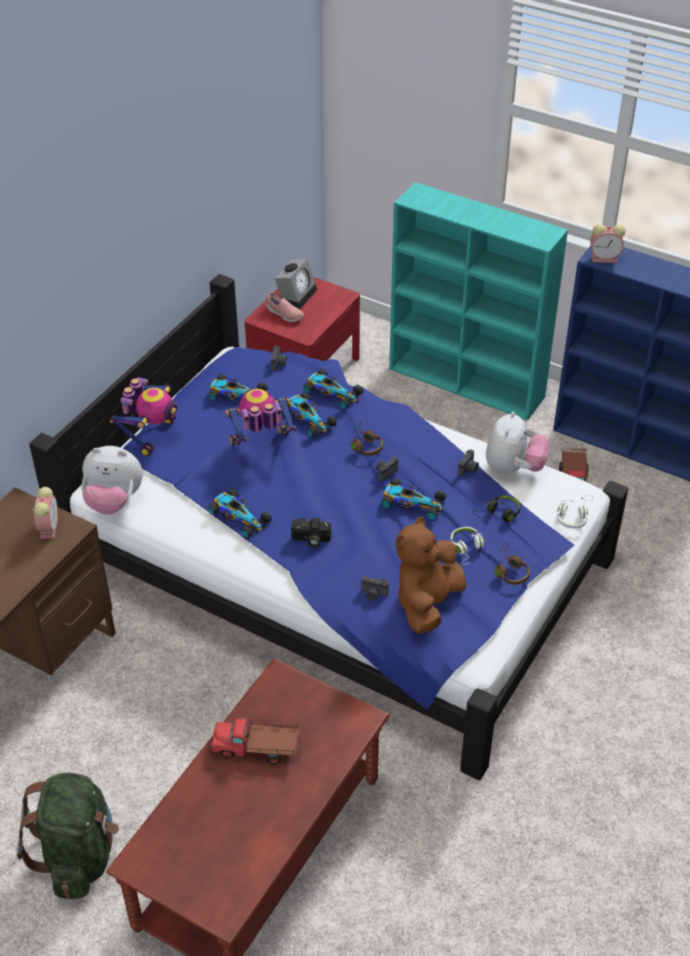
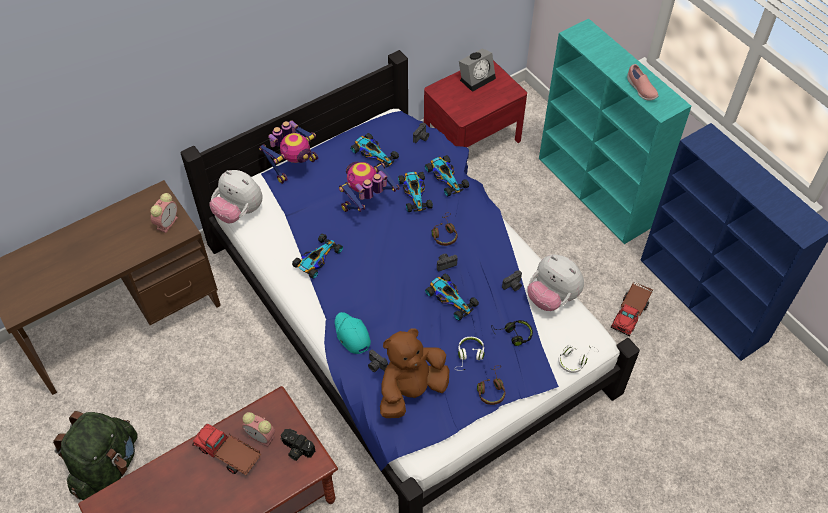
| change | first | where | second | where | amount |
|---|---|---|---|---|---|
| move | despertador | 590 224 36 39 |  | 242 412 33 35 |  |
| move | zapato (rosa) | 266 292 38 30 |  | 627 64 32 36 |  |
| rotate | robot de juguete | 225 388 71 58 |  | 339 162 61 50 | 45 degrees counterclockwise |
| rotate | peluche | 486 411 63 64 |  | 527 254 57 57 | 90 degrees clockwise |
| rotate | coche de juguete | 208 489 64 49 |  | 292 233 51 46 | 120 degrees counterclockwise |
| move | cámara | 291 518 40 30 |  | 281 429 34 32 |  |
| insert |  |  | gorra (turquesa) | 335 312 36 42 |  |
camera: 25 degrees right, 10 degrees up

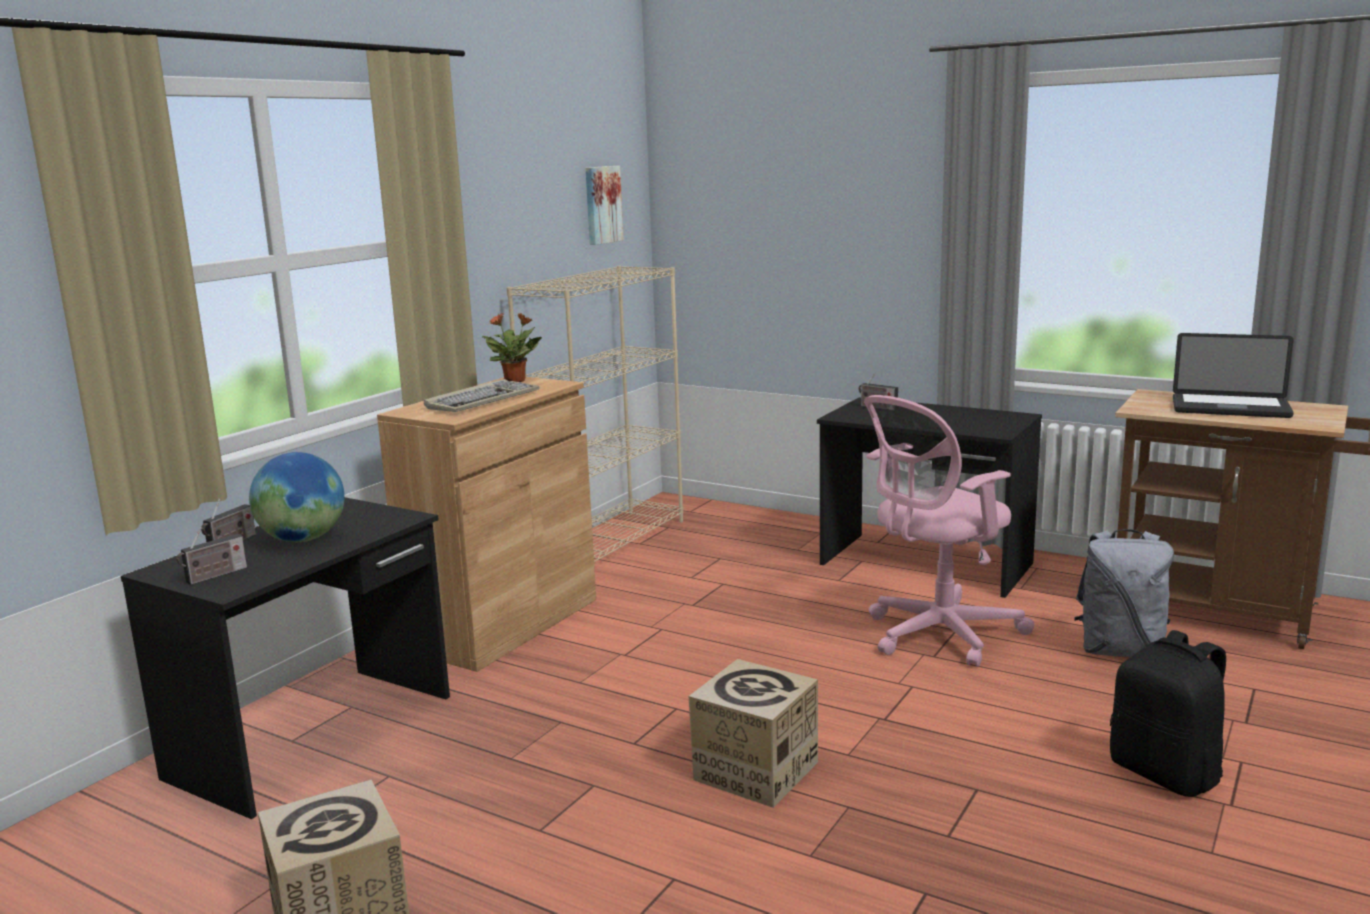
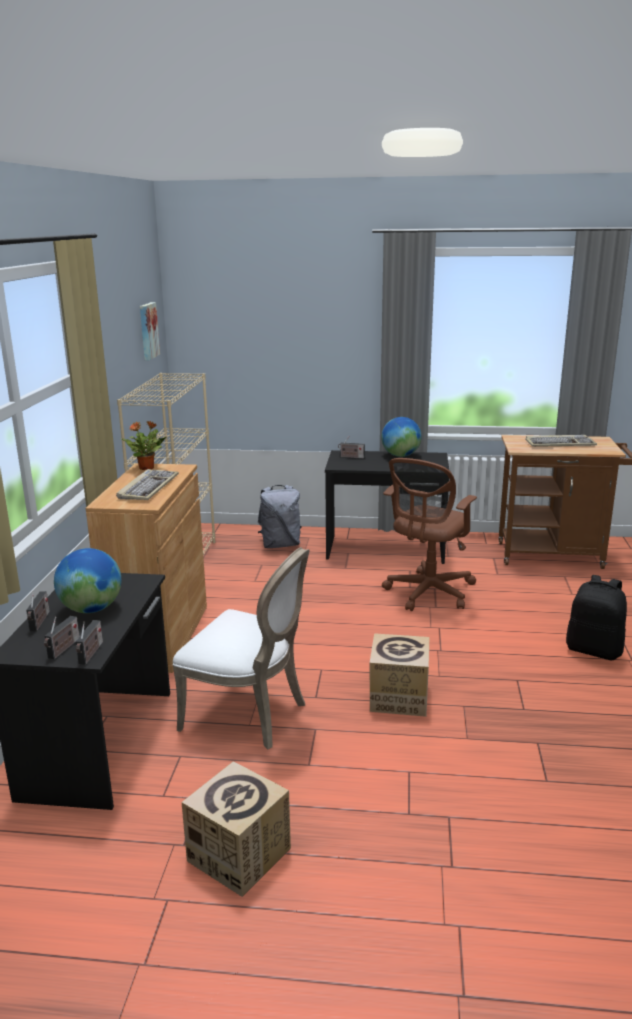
| change | first | where | second | where | amount |
|---|---|---|---|---|---|
| replace | portátil | 1173 333 121 85 | teclado | 525 435 72 12 |  |
| recolor | silla de oficina (rosa) | 864 395 171 272 | silla de oficina (marrón) | 382 458 95 153 |  |
| move | mochila (gris) | 1074 529 100 128 |  | 258 485 44 63 |  |
| insert |  |  | globo terráqueo | 381 417 40 40 |  |
| insert |  |  | silla (blanco) | 172 547 138 202 |  |
| insert |  |  | radio | 76 620 27 45 |  |
camera: 25 degrees left, 5 degrees up

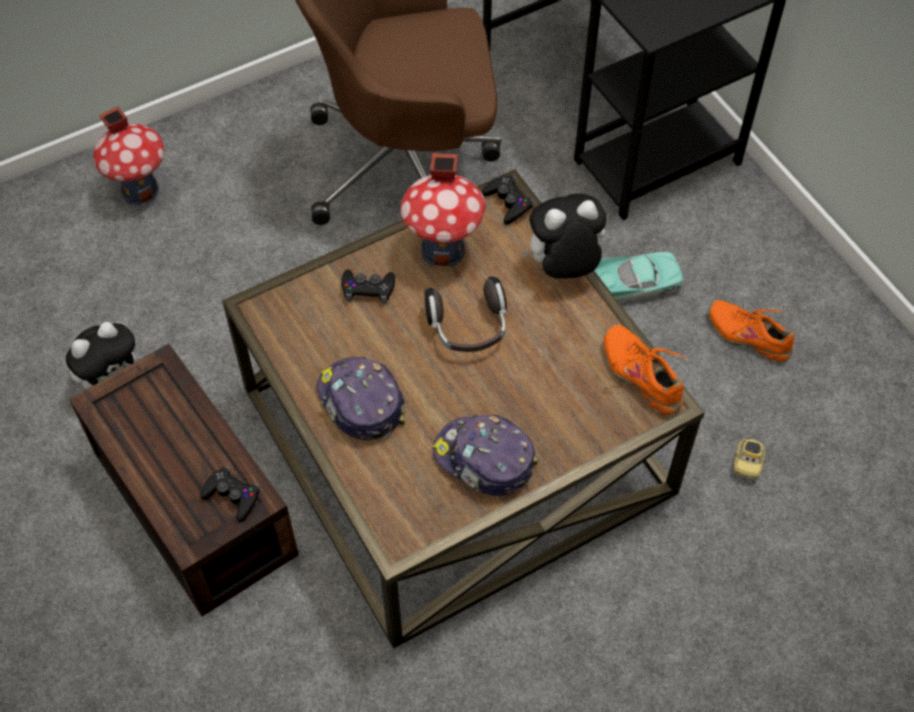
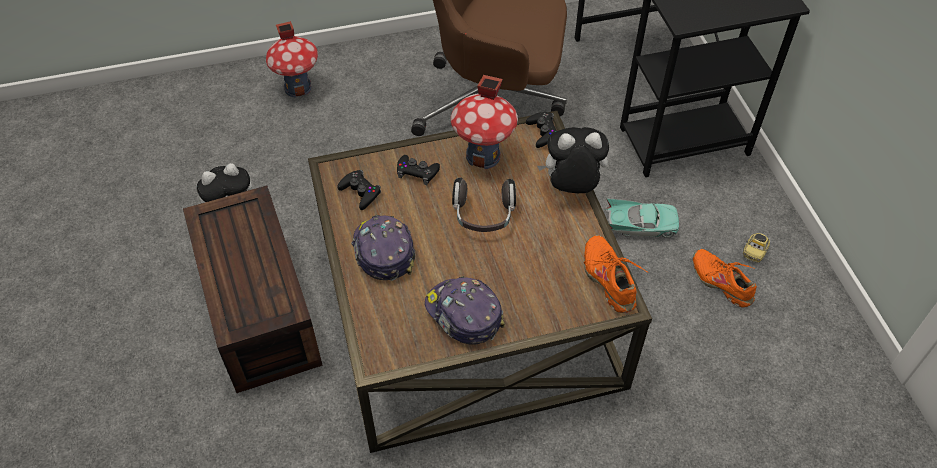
| change | first | where | second | where | amount |
|---|---|---|---|---|---|
| move | coche de juguete | 734 438 32 42 |  | 743 233 27 30 |  |
| move | mando de consola (negro) | 200 466 59 56 |  | 337 170 44 40 |  |
camera: 15 degrees right, 5 degrees down

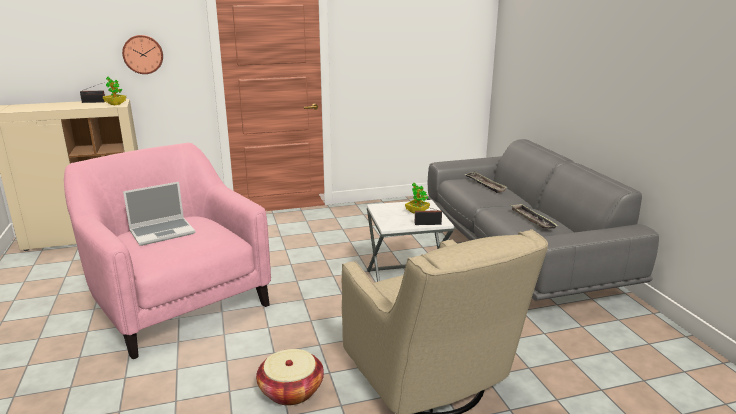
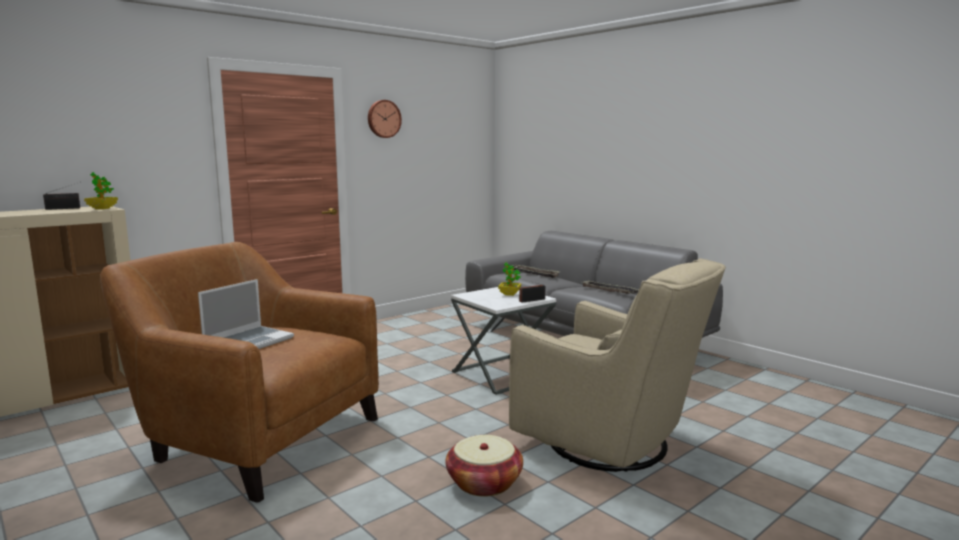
| change | first | where | second | where | amount |
|---|---|---|---|---|---|
| move | reloj de pared | 122 35 41 39 |  | 368 100 34 38 |  |
| recolor | sillón (rosa) | 64 143 207 216 | sillón (marrón) | 100 242 279 260 |  |
camera: 25 degrees left, 10 degrees down

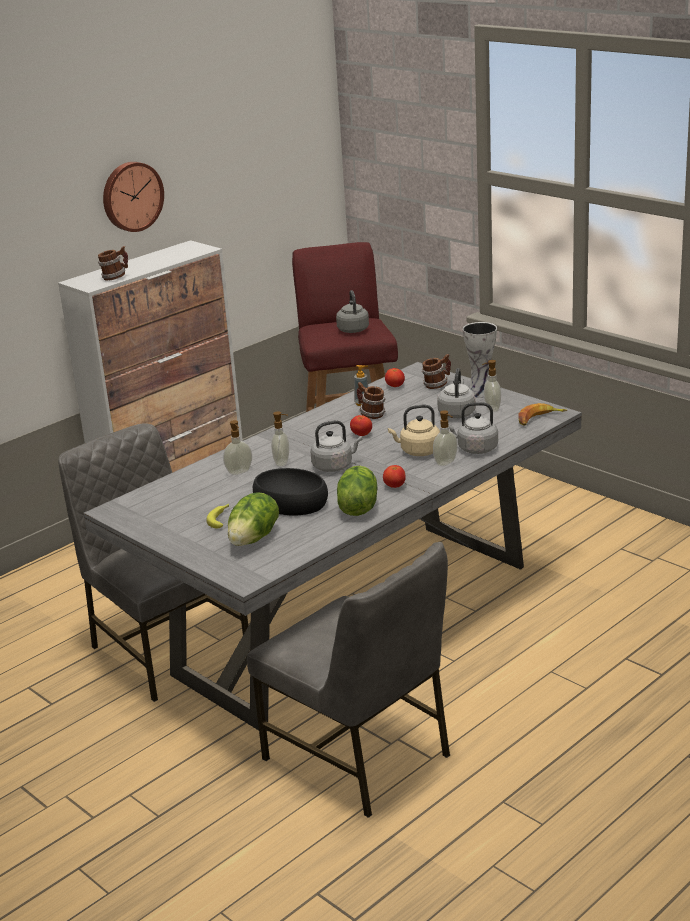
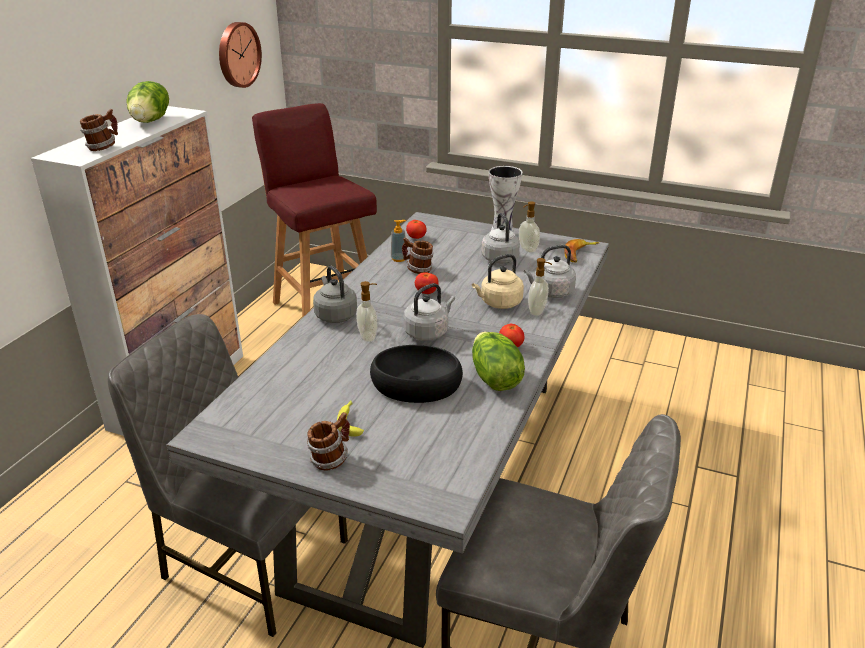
| change | first | where | second | where | amount |
|---|---|---|---|---|---|
| move | reloj de pared | 103 162 61 70 |  | 219 22 43 66 |  |
| move | hervidor (gris) | 336 290 33 43 |  | 313 266 44 57 |  |
| move | taza grande | 422 354 29 35 |  | 307 412 43 59 |  |
| delete | dispensador de jabón | 223 420 29 55 |  |  |  |
| move | lechuga | 228 492 51 54 |  | 126 81 43 42 |  |
camera: 25 degrees left, 5 degrees up

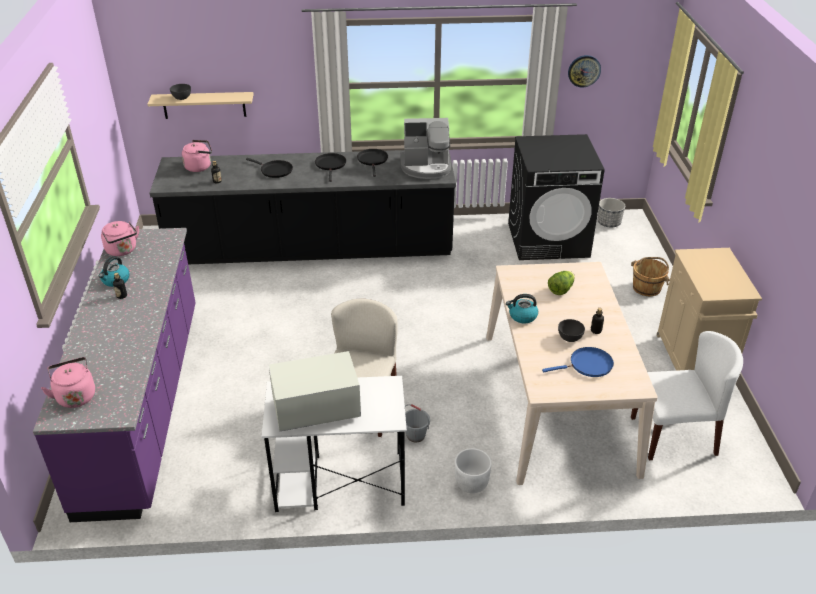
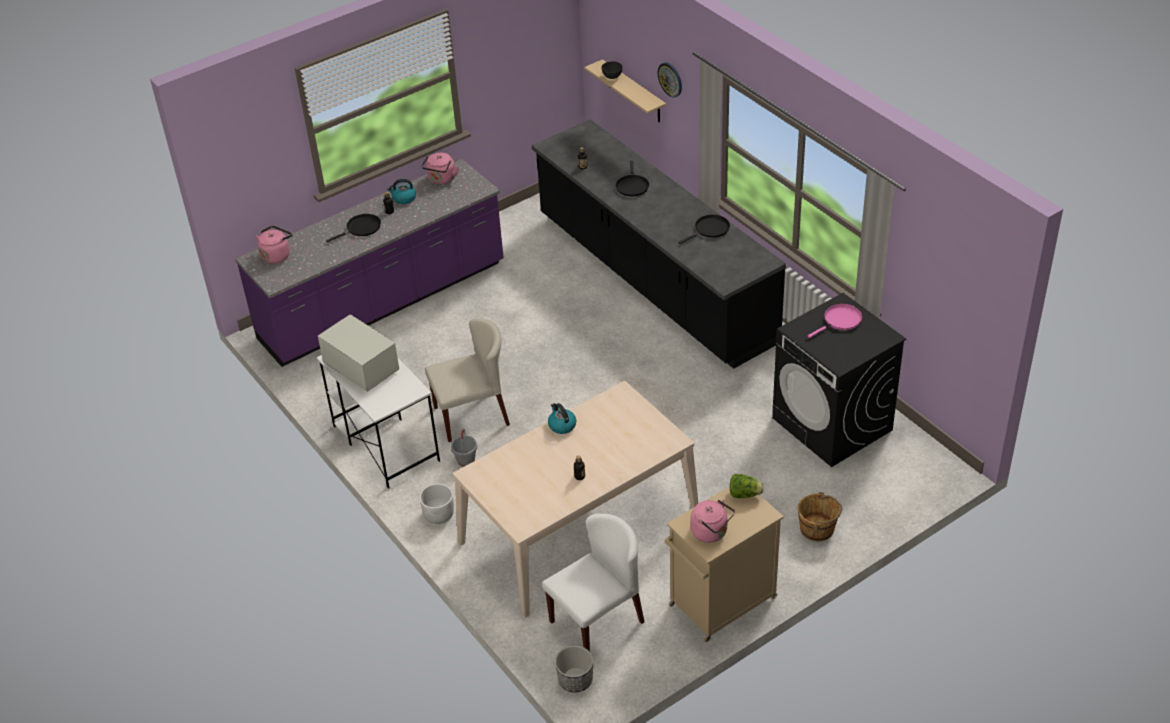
| change | first | where | second | where | amount |
|---|---|---|---|---|---|
| move | reloj de pared | 568 55 33 32 |  | 658 62 24 36 |  |
| delete | cafetera | 400 118 51 61 |  |  |  |
| move | hervidor (rosa) | 182 140 30 32 |  | 691 500 44 43 |  |
| move | sartén (negro) | 315 153 31 29 |  | 326 214 55 29 |  |
| move | maceta | 597 198 28 30 |  | 555 646 38 47 |  |
| move | lechuga | 548 271 27 24 |  | 730 474 34 24 |  |
| delete | cuenco (gris) | 558 319 27 23 |  |  |  |
| rotate | silla (blanco) | 631 331 112 129 |  | 542 513 103 138 | 90 degrees counterclockwise |
| delete | sartén (azul) | 542 347 72 30 |  |  |  |
| insert |  |  | sartén (rosa) | 808 304 55 34 |  |
camera: 60 degrees right, 5 degrees up

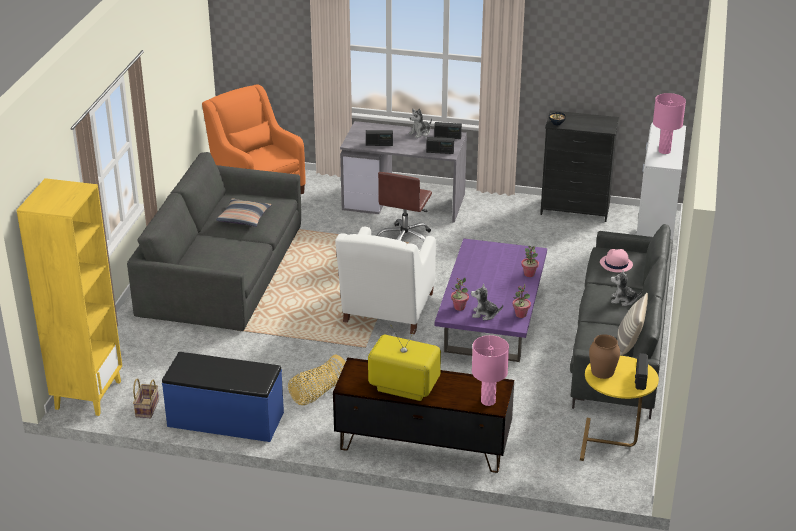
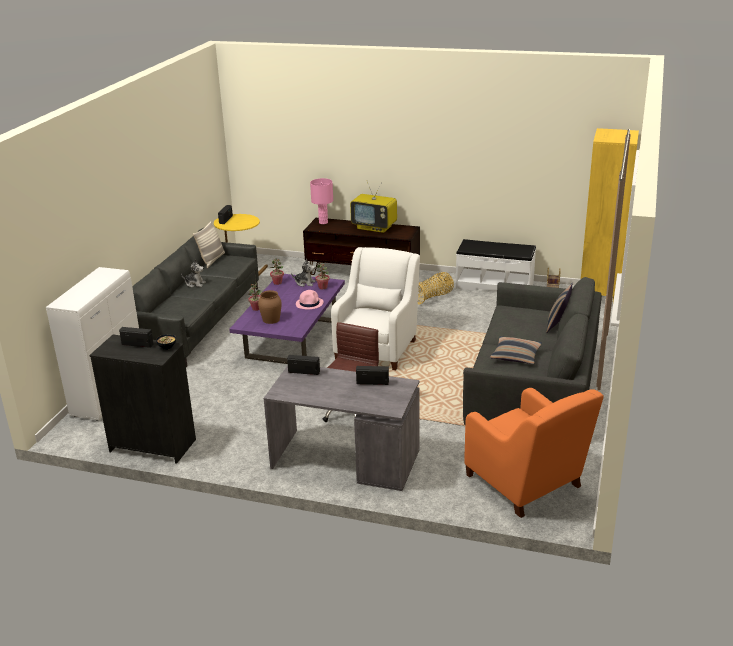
| change | first | where | second | where | amount |
|---|---|---|---|---|---|
| delete | lámpara de mesa (rosa) | 653 93 33 61 |  |  |  |
| delete | peluche | 409 108 23 30 |  |  |  |
| move | radio | 434 122 28 17 |  | 119 327 35 21 |  |
| move | sombrero (rosa) | 600 249 33 23 |  | 296 290 27 19 |  |
| move | florero (marrón) | 589 334 31 45 |  | 258 290 24 34 |  |
| recolor | banco (azul) | 162 352 122 90 | banco (blanco) | 456 239 80 52 |  |
| insert |  |  | cojín | 546 283 27 50 |  |
camera: 175 degrees left, 5 degrees down

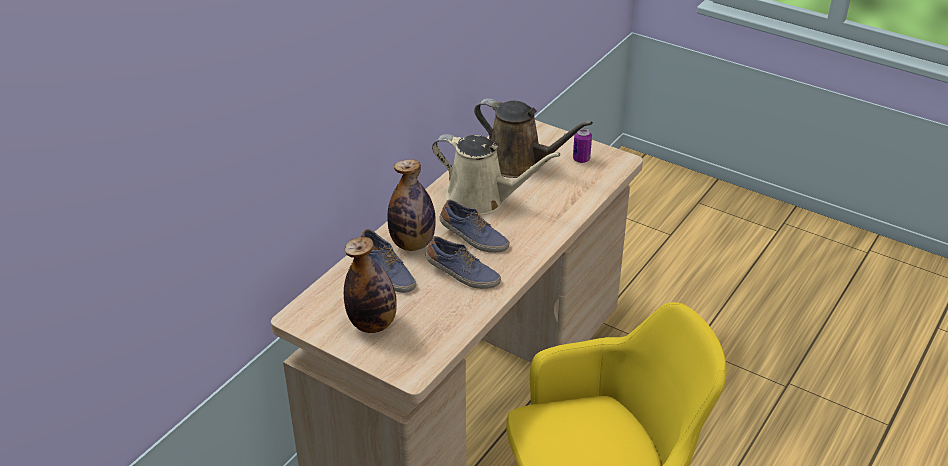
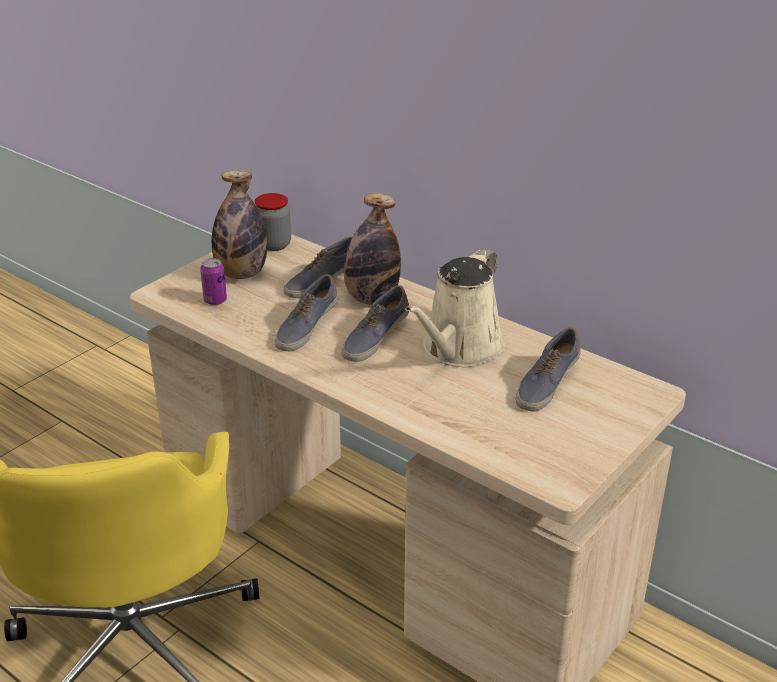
| change | first | where | second | where | amount |
|---|---|---|---|---|---|
| replace | regadera (marrón) | 474 98 119 80 | zapato | 516 327 65 85 |  |
| move | lata | 573 128 19 35 |  | 200 258 27 47 |  |
| insert |  |  | tarro | 255 193 36 58 |  |
camera: 95 degrees right, 5 degrees down

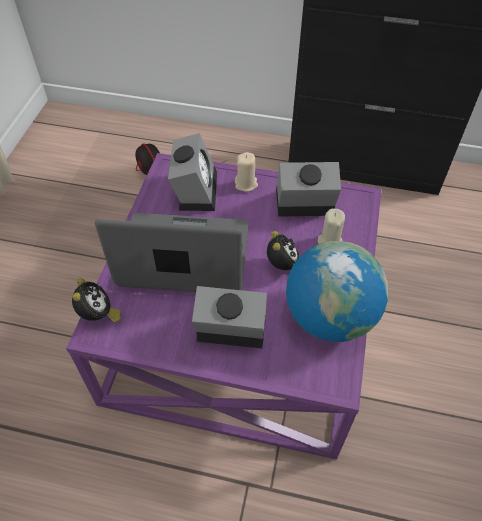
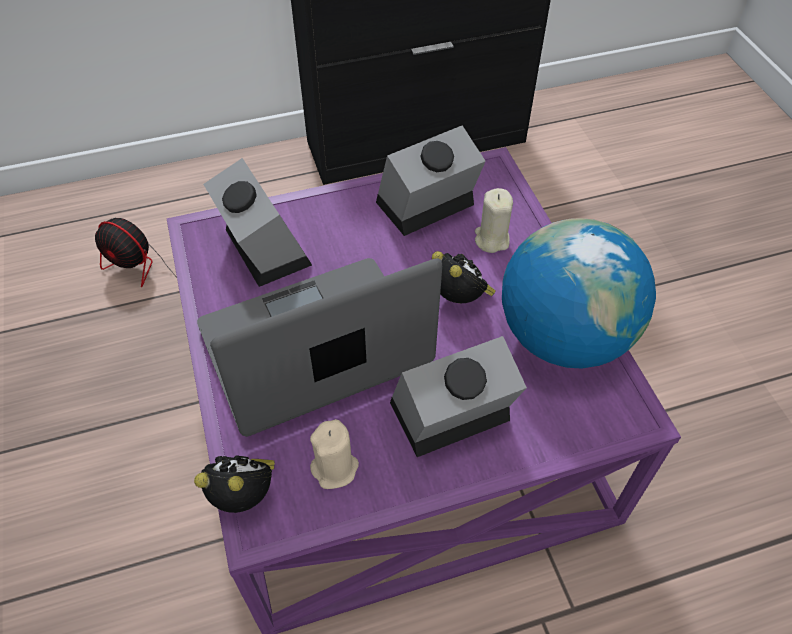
| change | first | where | second | where | amount |
|---|---|---|---|---|---|
| move | vela (beis) | 235 152 23 40 |  | 310 419 49 70 |  |
| rotate | despertador | 72 278 49 45 |  | 194 455 81 58 | 45 degrees counterclockwise |
camera: 30 degrees left, 0 degrees up

